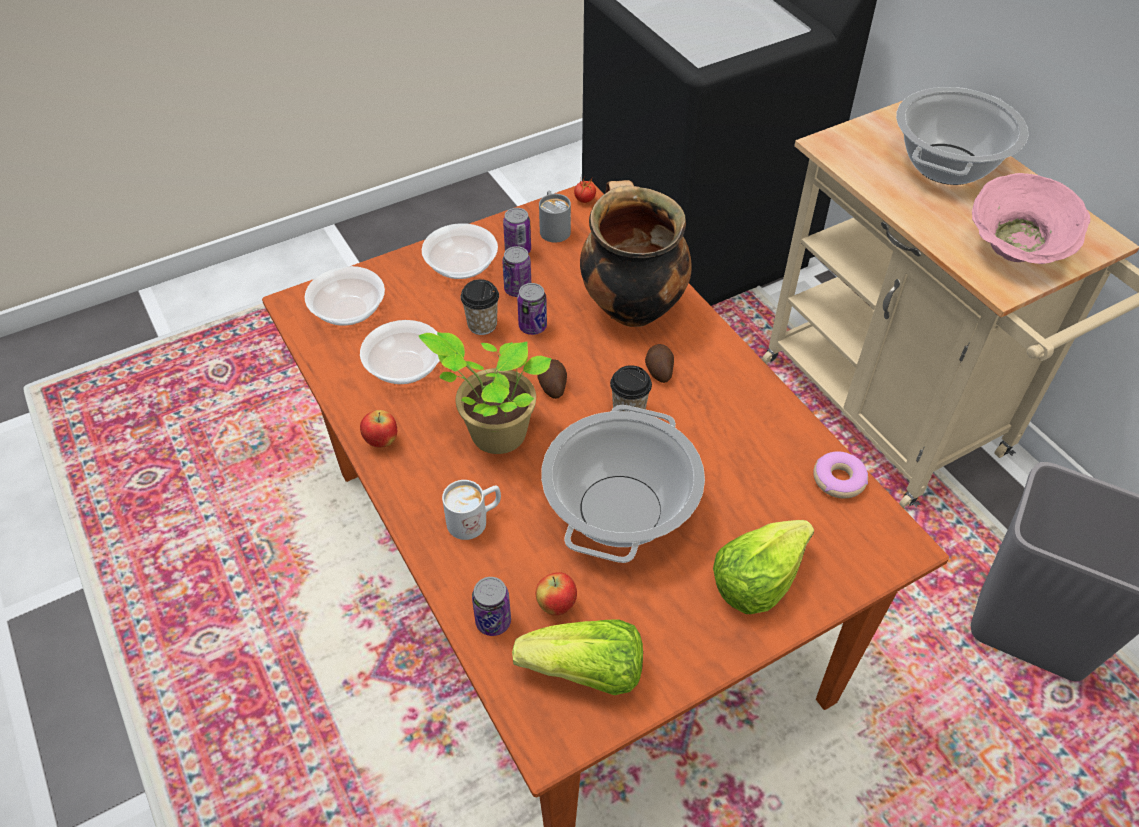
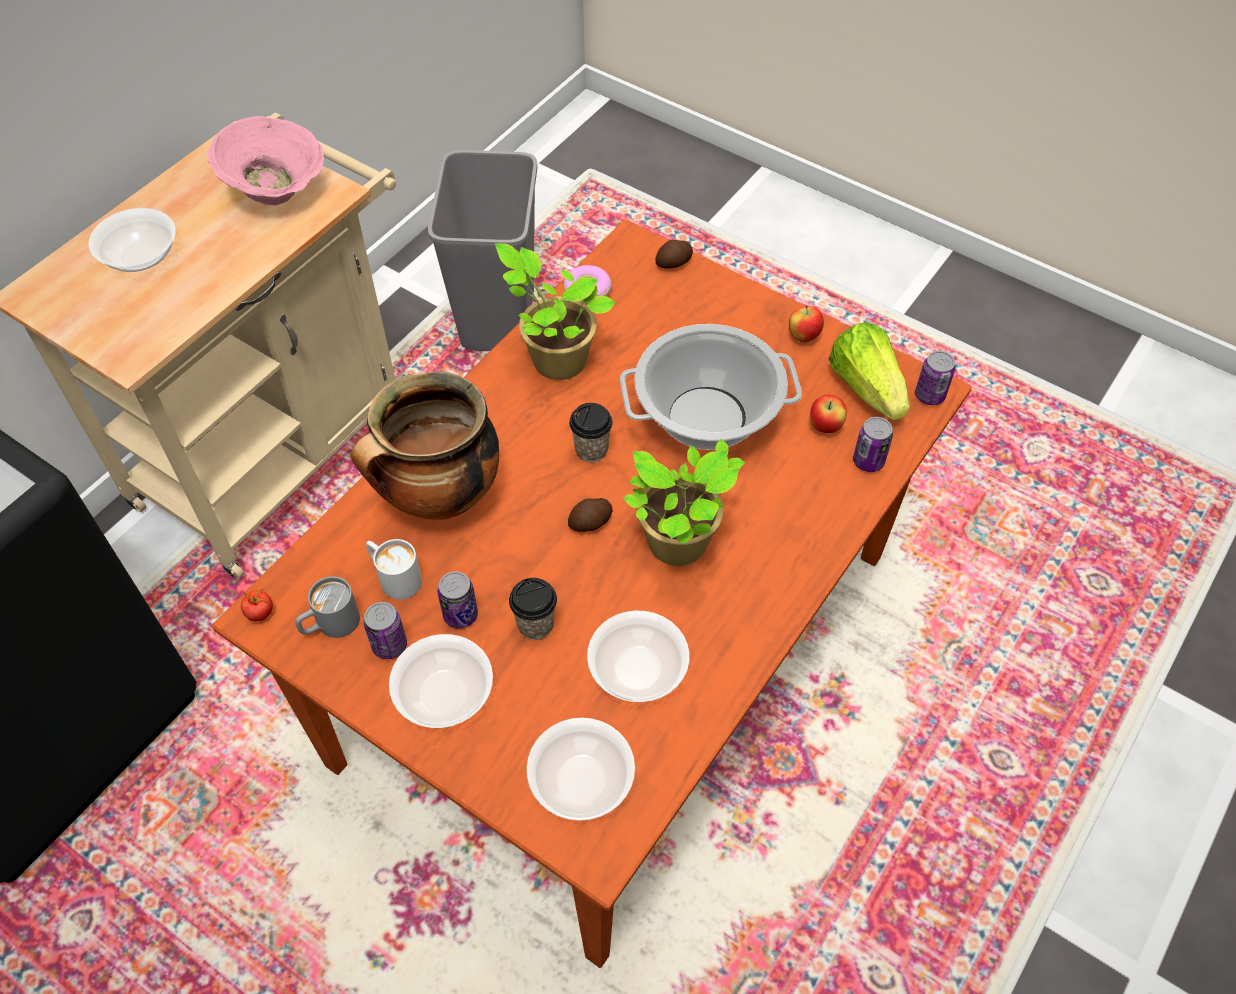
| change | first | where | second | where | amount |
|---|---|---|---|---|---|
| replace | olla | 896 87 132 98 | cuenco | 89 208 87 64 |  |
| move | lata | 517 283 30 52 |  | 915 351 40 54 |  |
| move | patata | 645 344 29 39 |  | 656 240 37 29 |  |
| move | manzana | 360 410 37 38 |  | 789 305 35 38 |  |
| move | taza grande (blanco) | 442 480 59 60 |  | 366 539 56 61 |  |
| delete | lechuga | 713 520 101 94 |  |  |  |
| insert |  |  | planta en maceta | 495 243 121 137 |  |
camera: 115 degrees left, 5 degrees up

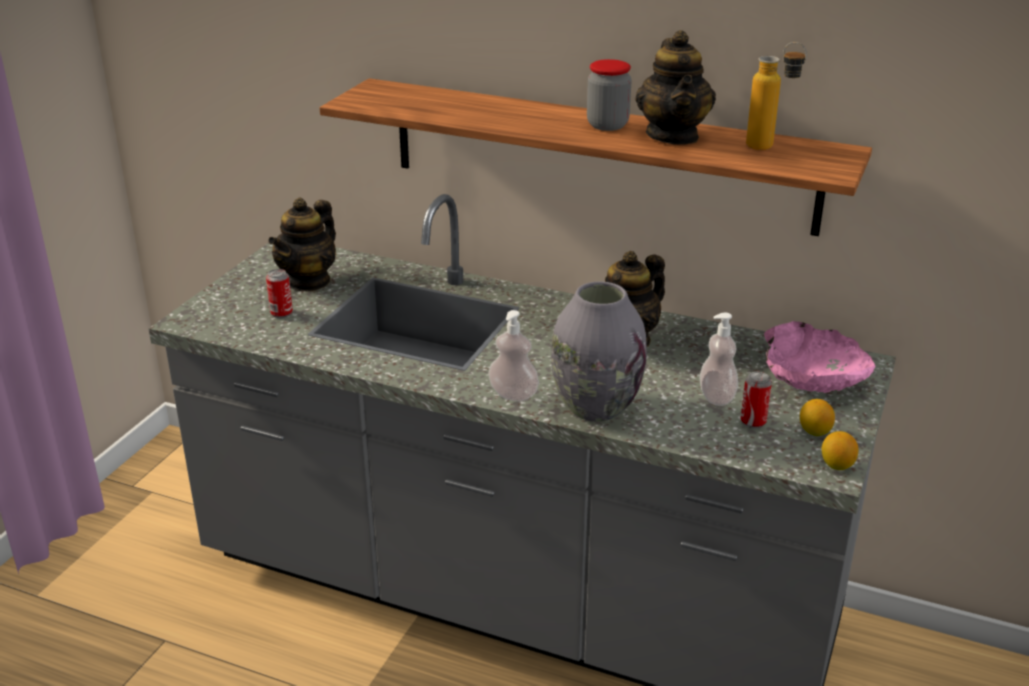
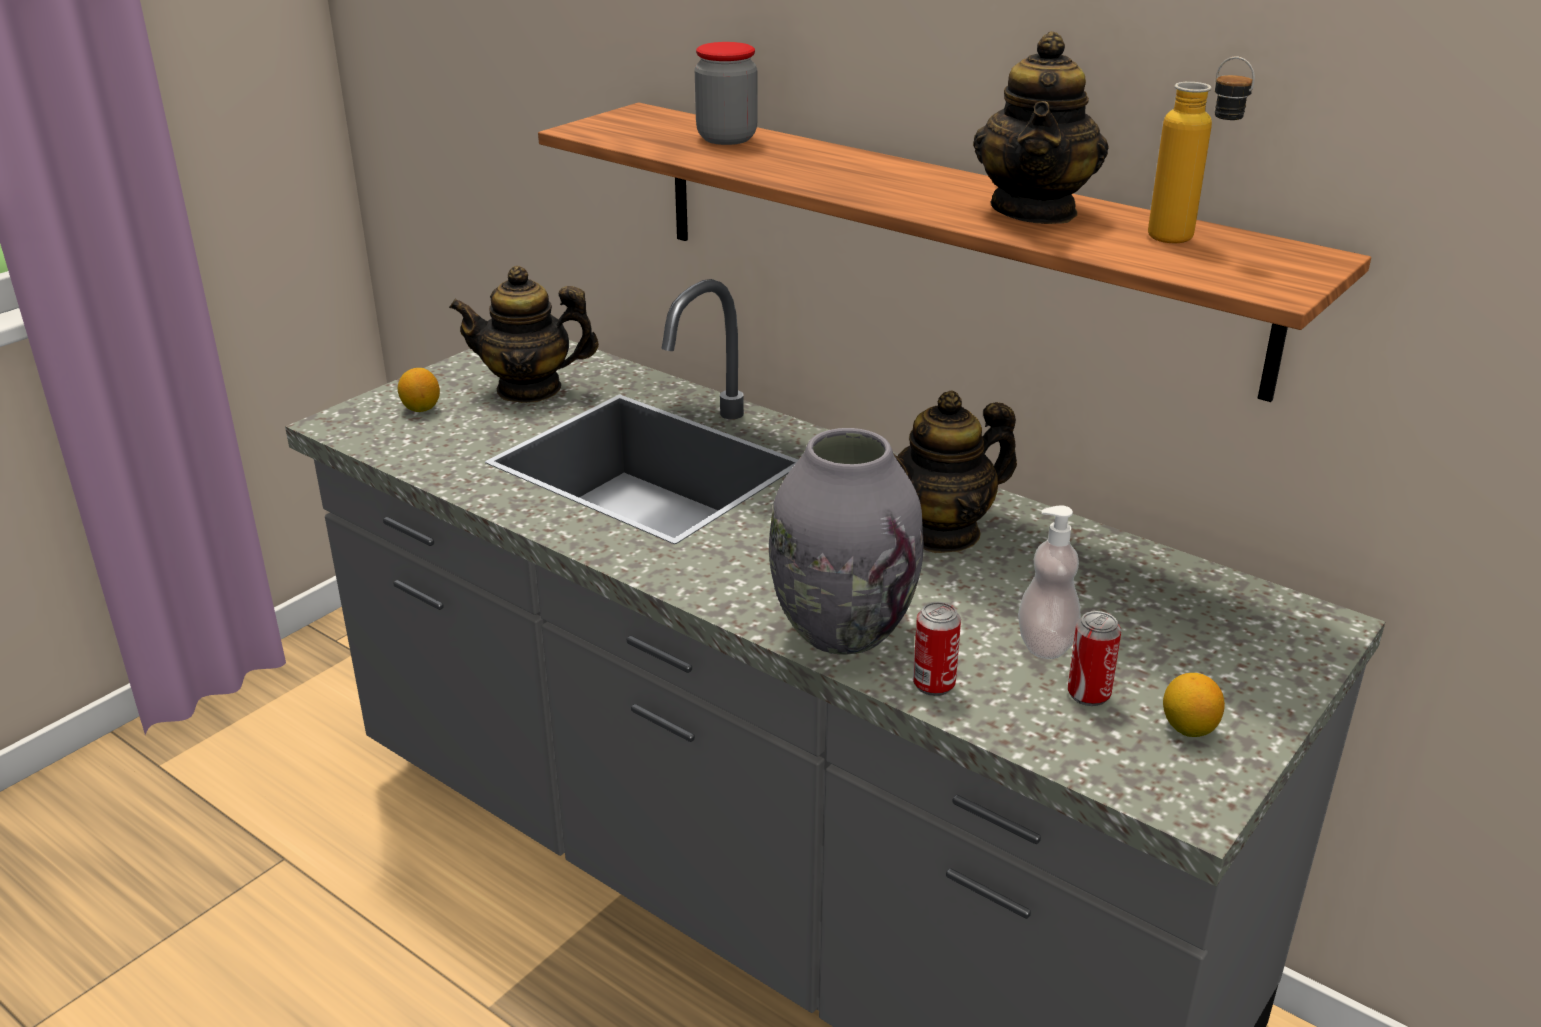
| change | first | where | second | where | amount |
|---|---|---|---|---|---|
| move | tarro | 587 59 45 72 |  | 695 42 63 103 |  |
| rotate | tetera | 268 197 68 95 |  | 449 266 150 137 | 45 degrees clockwise |
| move | lata | 266 269 27 49 |  | 913 602 48 94 |  |
| delete | dispensador de jabón | 488 310 51 92 |  |  |  |
| delete | cuenco (rosa) | 764 321 112 72 |  |  |  |
| move | limón | 822 431 37 39 |  | 398 368 42 44 |  |
camera: 15 degrees right, 0 degrees up

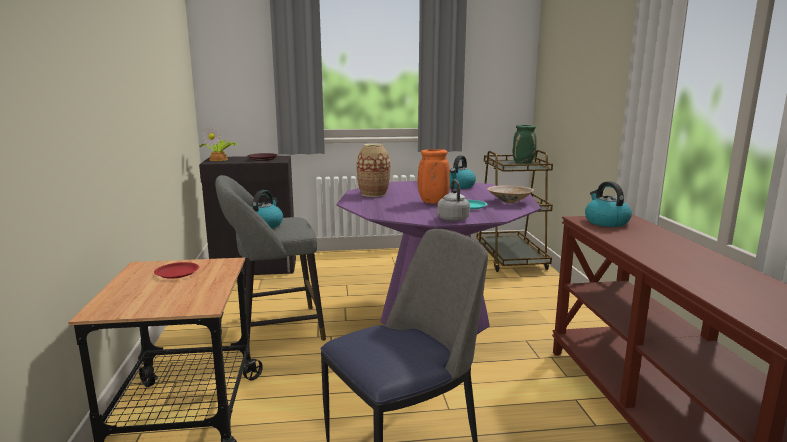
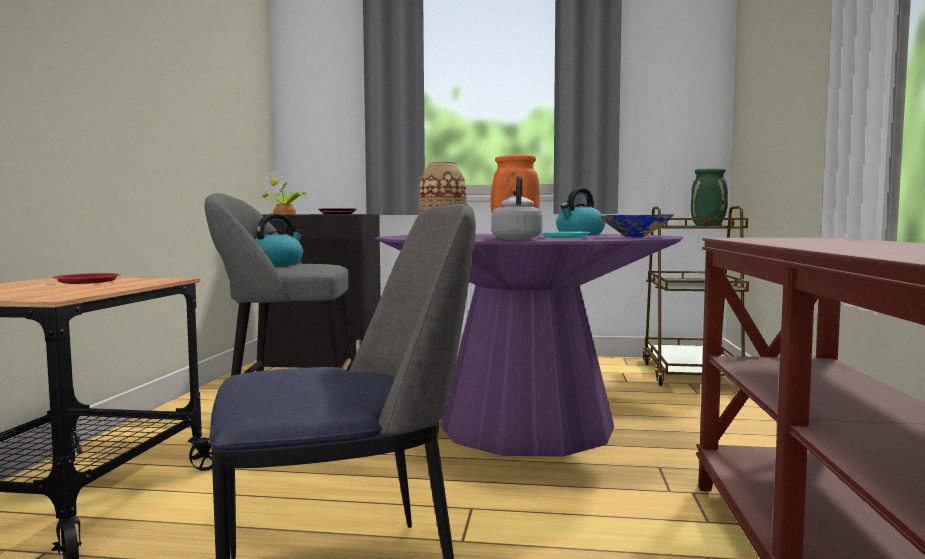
| change | first | where | second | where | amount |
|---|---|---|---|---|---|
| delete | hervidor | 585 181 47 46 |  |  |  |
| recolor | cuenco (beis) | 487 185 47 18 | cuenco (azul) | 599 214 75 23 |  |
camera: 15 degrees right, 10 degrees down

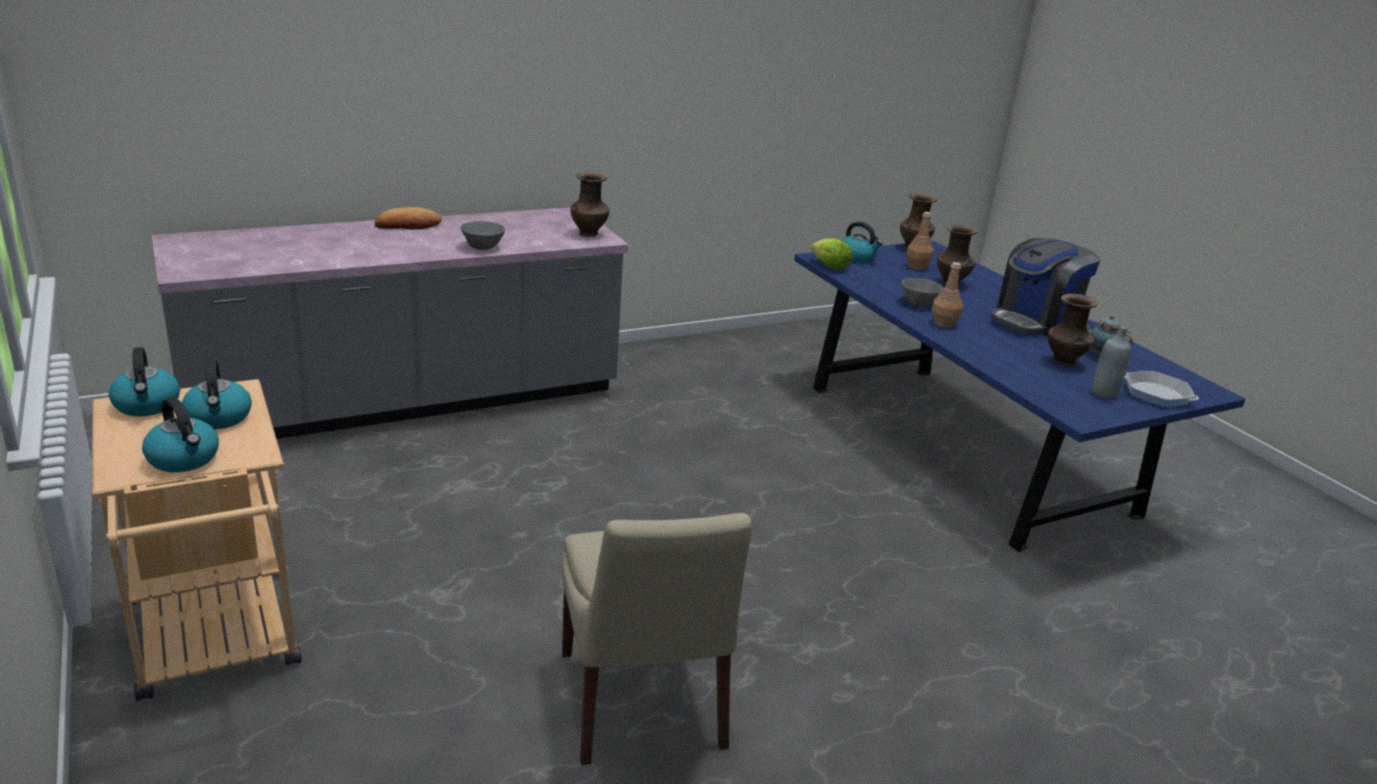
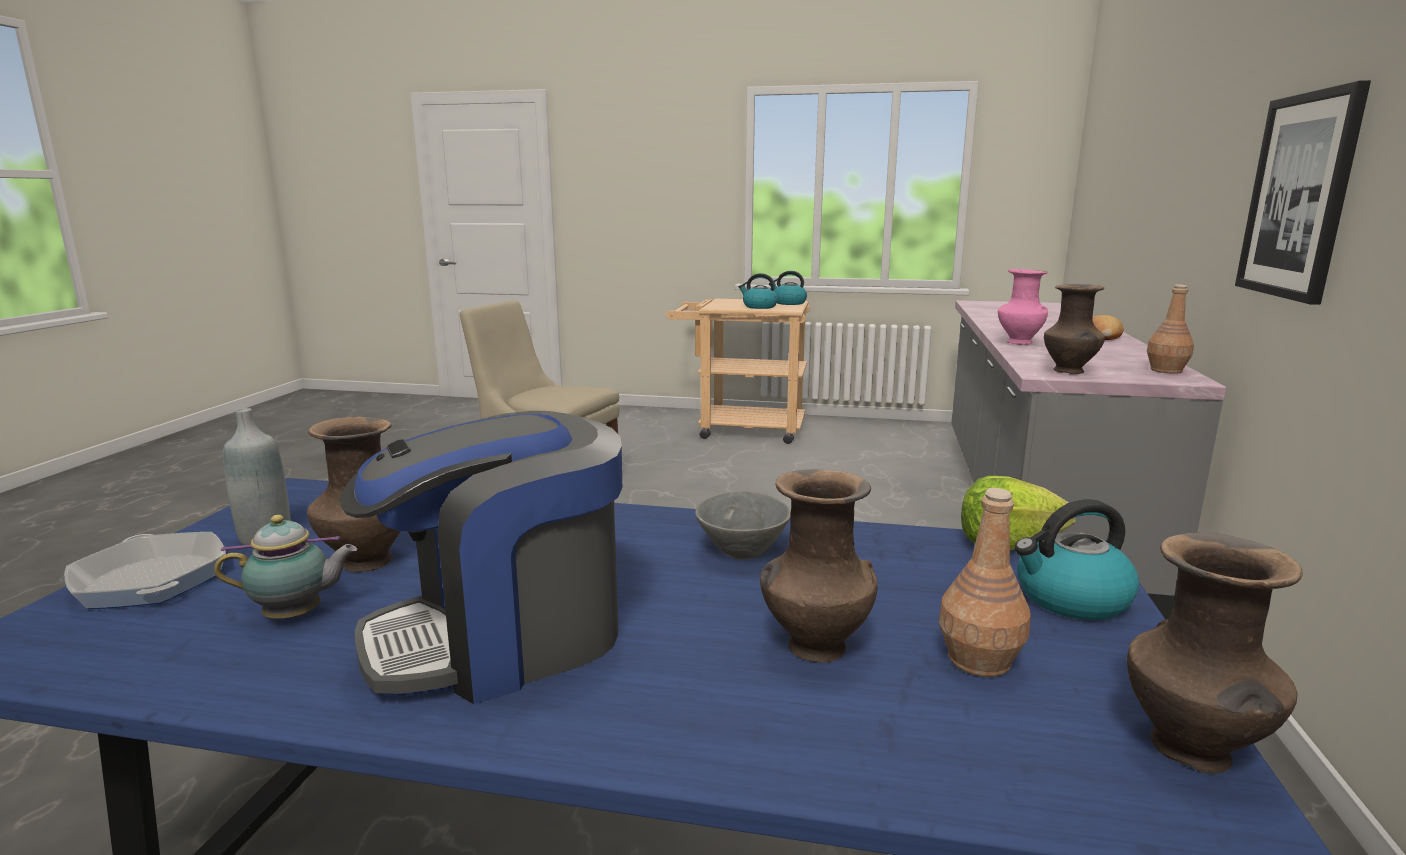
| change | first | where | second | where | amount |
|---|---|---|---|---|---|
| replace | cuenco (gris) | 460 221 45 29 | florero (rosa) | 998 269 50 76 |  |
| rotate | cafetera | 991 238 109 99 |  | 340 411 282 293 | 120 degrees counterclockwise |
| move | botella (marrón) | 932 262 31 66 |  | 1147 285 47 89 |  |
| rotate | sartén | 1124 371 75 36 |  | 64 532 162 77 | 120 degrees counterclockwise |
| delete | hervidor | 142 397 77 75 |  |  |  |
| insert |  |  | cuadro | 1235 80 136 225 |  |
camera: 130 degrees right, 10 degrees down

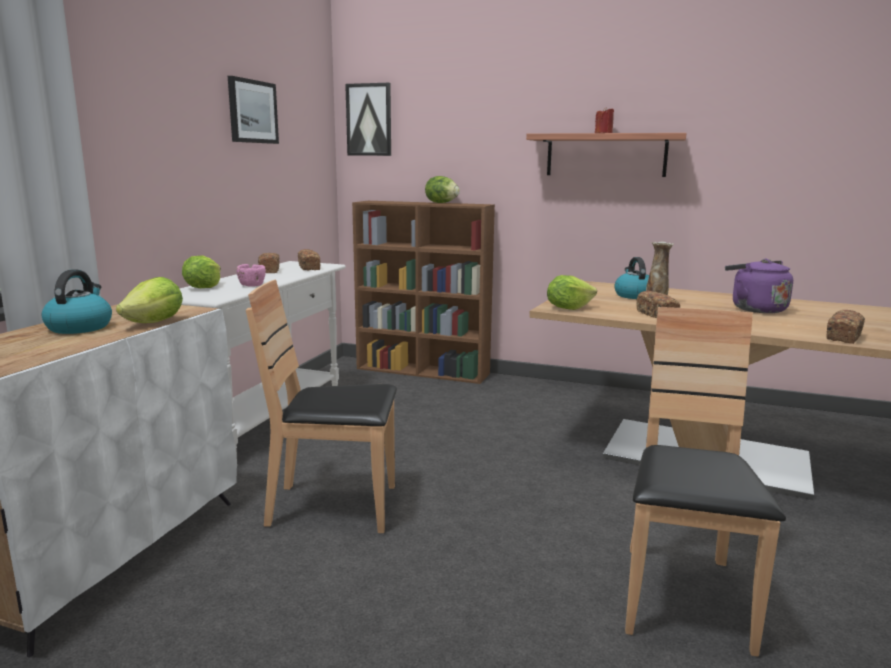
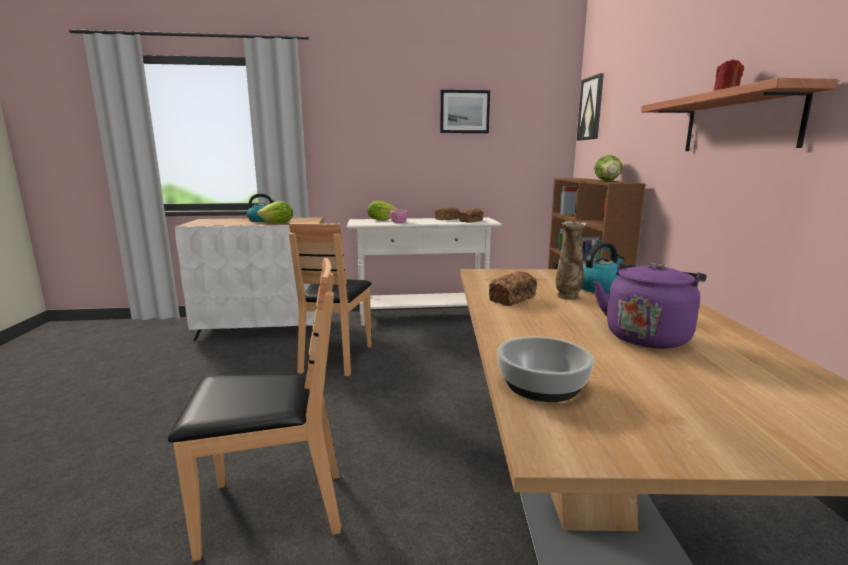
| change | first | where | second | where | amount |
|---|---|---|---|---|---|
| delete | lechuga | 547 275 50 35 |  |  |  |
| rotate | silla (marrón) | 246 280 151 253 |  | 289 223 83 153 | 150 degrees counterclockwise |
| replace | pan | 826 310 39 34 | cuenco | 497 336 97 66 |  |
camera: 65 degrees right, 0 degrees up

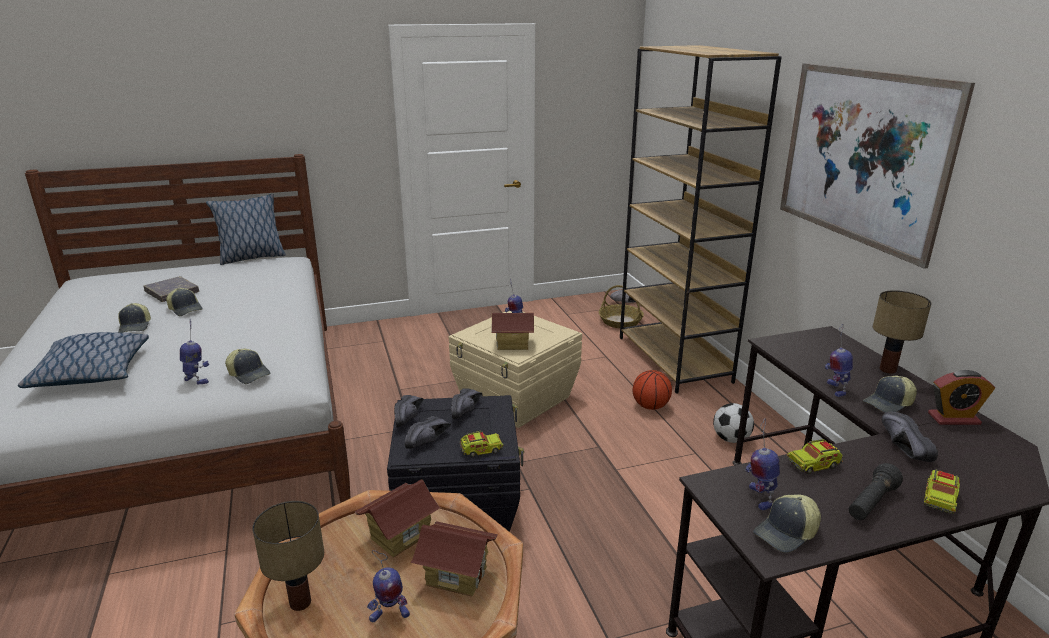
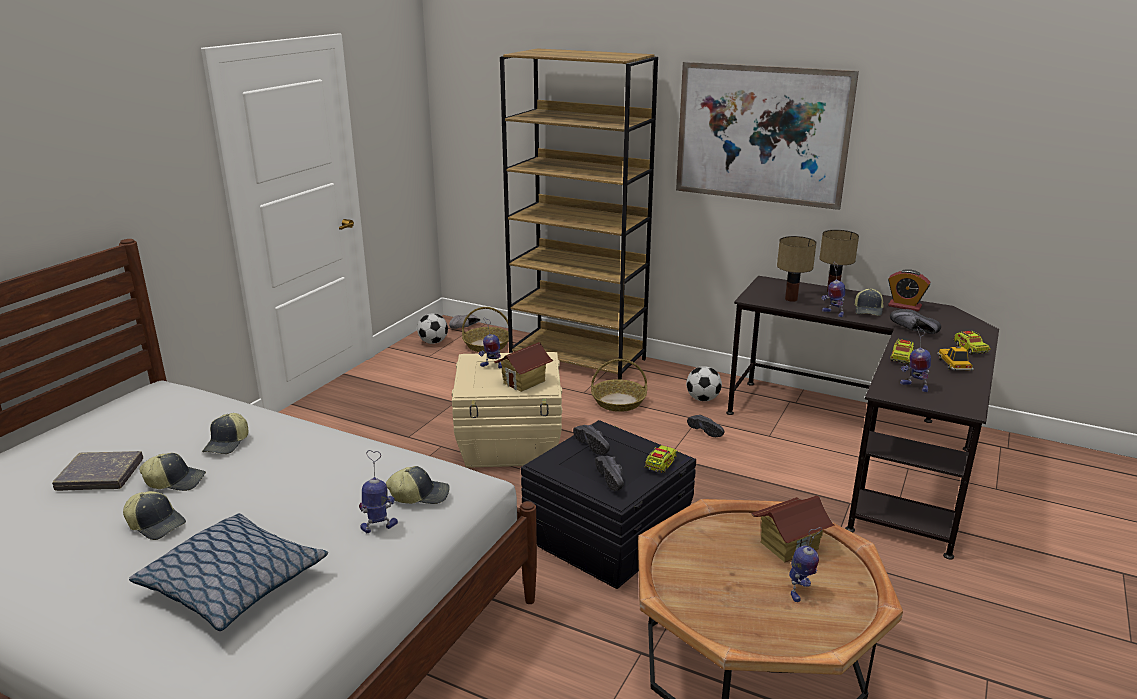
| change | first | where | second | where | amount |
|---|---|---|---|---|---|
| delete | cojín | 206 194 80 71 |  |  |  |
| replace | balón de baloncesto | 633 370 39 40 | cesta | 591 359 56 53 |  |
| rotate | despertador | 928 370 67 55 |  | 888 269 42 42 | 75 degrees clockwise |
| move | zapato (negro) | 394 395 30 32 |  | 687 415 37 22 |  |
| replace | linterna (negro) | 849 463 54 57 | coche de juguete | 937 346 37 25 |  |
| delete | casita | 355 479 86 79 |  |  |  |
| move | gorra | 753 495 68 58 |  | 202 413 47 41 |  |
| move | lámpara de mesa | 252 501 72 110 |  | 777 236 40 66 |  |
| insert |  |  | balón de fútbol | 417 313 31 31 |  |
camera: 45 degrees left, 0 degrees up

